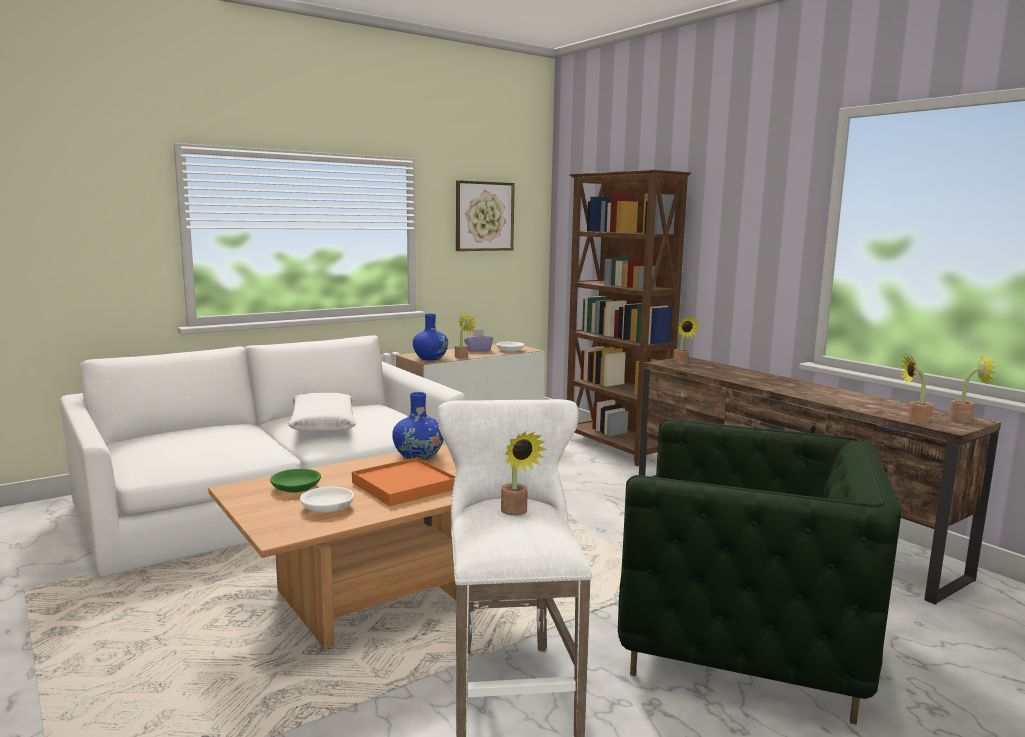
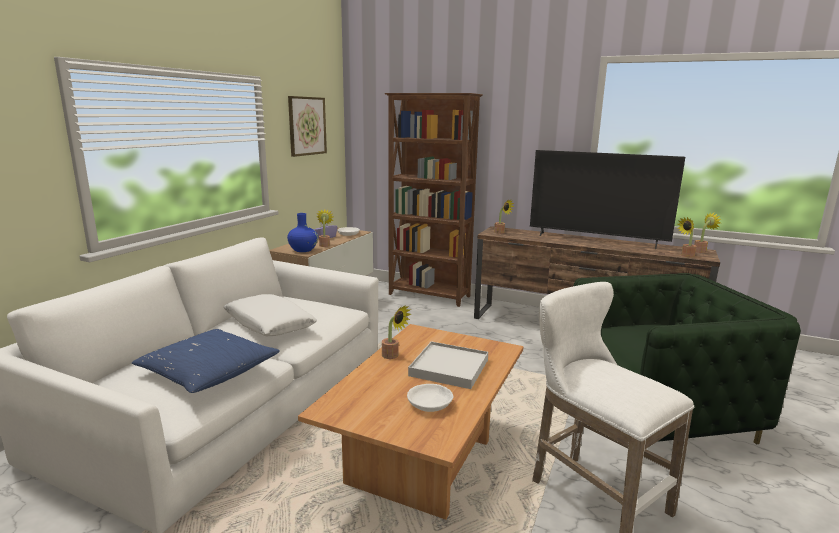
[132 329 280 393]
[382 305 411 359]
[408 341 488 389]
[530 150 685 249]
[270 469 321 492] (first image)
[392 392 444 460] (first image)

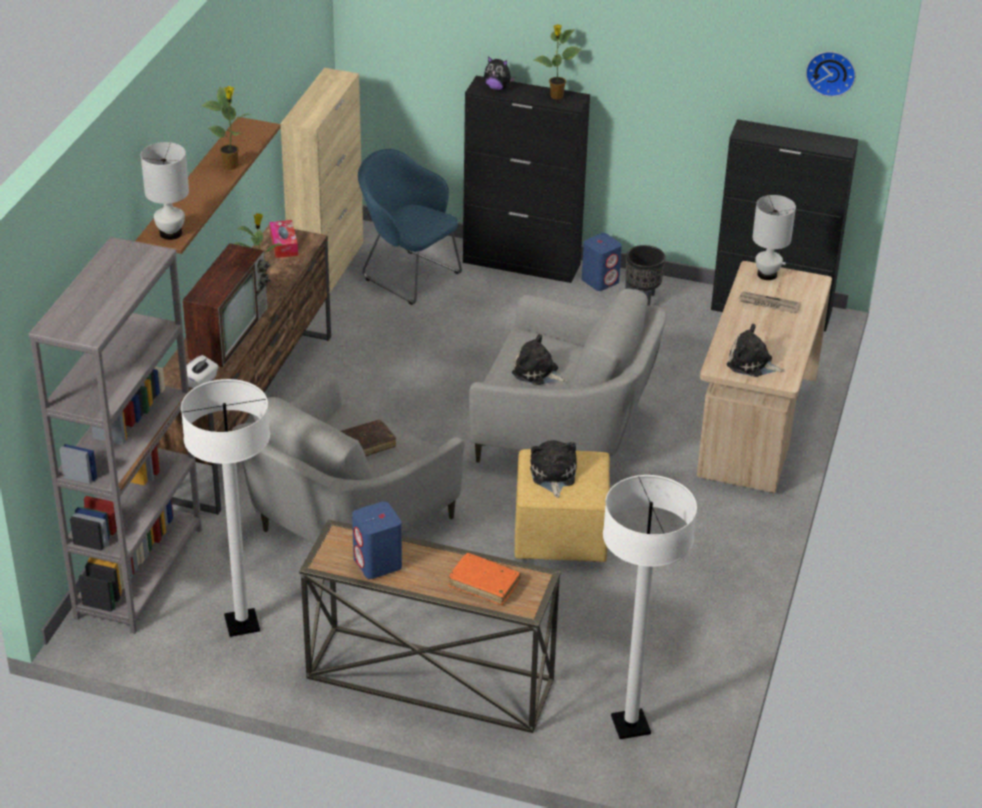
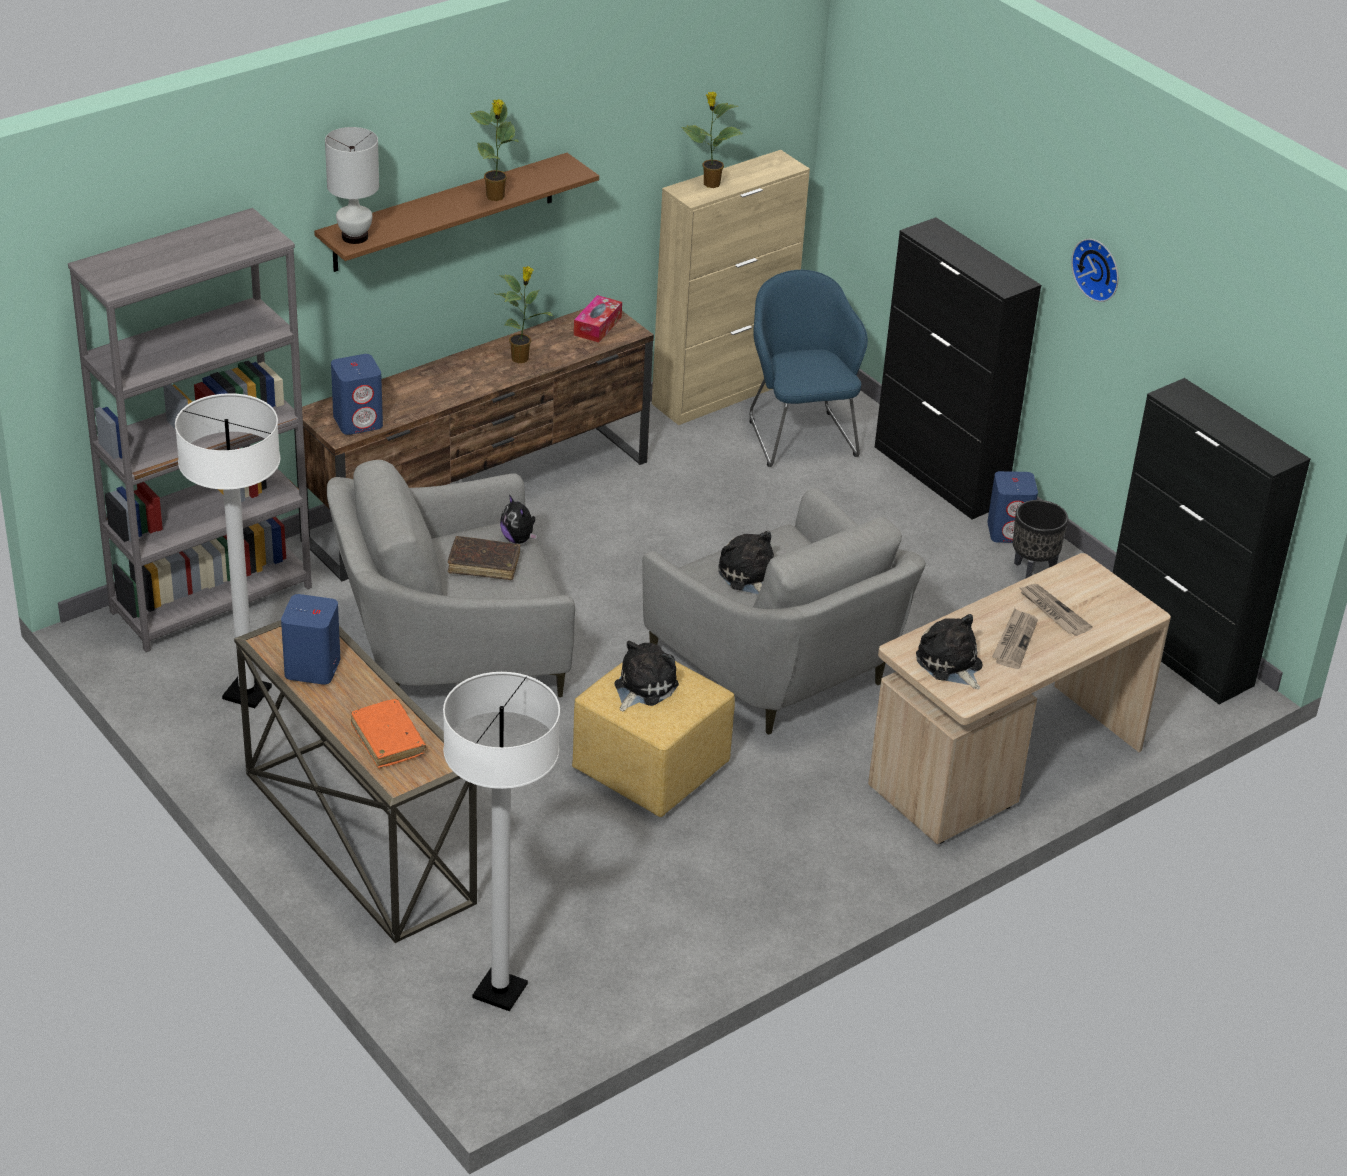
[331 354 383 435]
[500 494 537 544]
[681 92 744 188]
[992 608 1038 669]
[1071 239 1119 302]
[182 243 271 367] (first image)
[752 195 796 280] (first image)

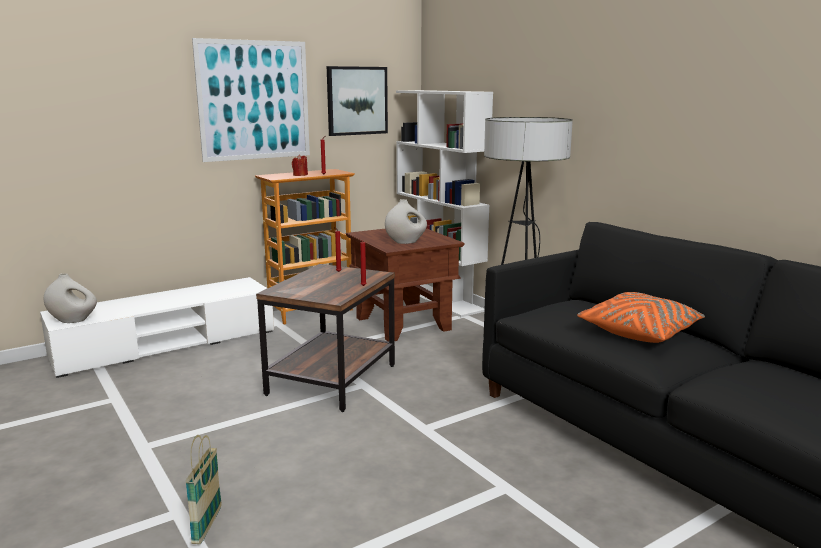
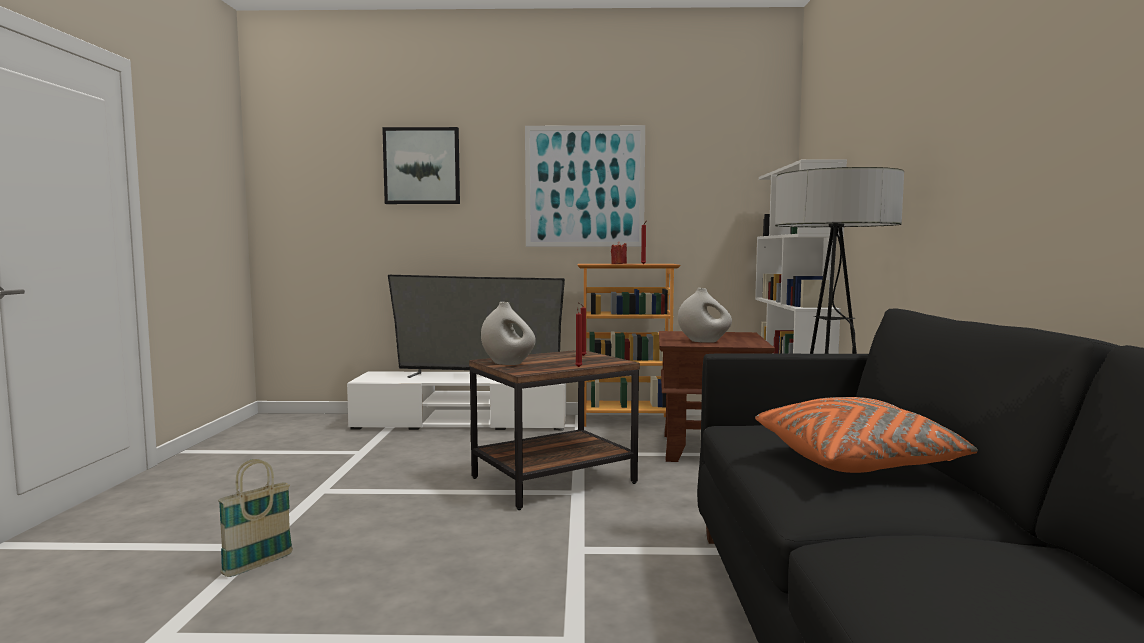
[382 127 460 204]
[388 275 565 378]
[481 302 536 365]

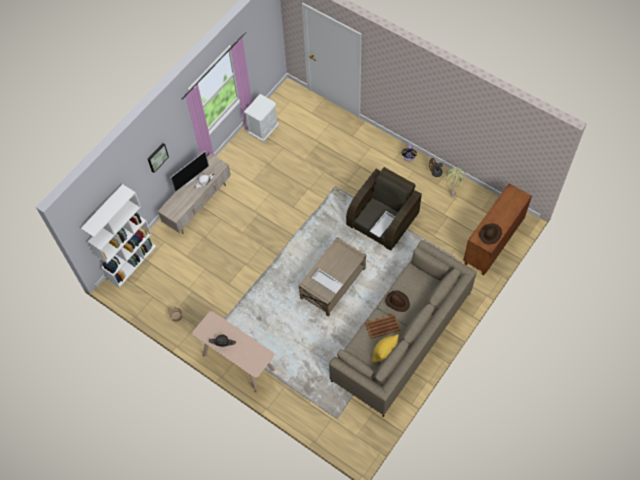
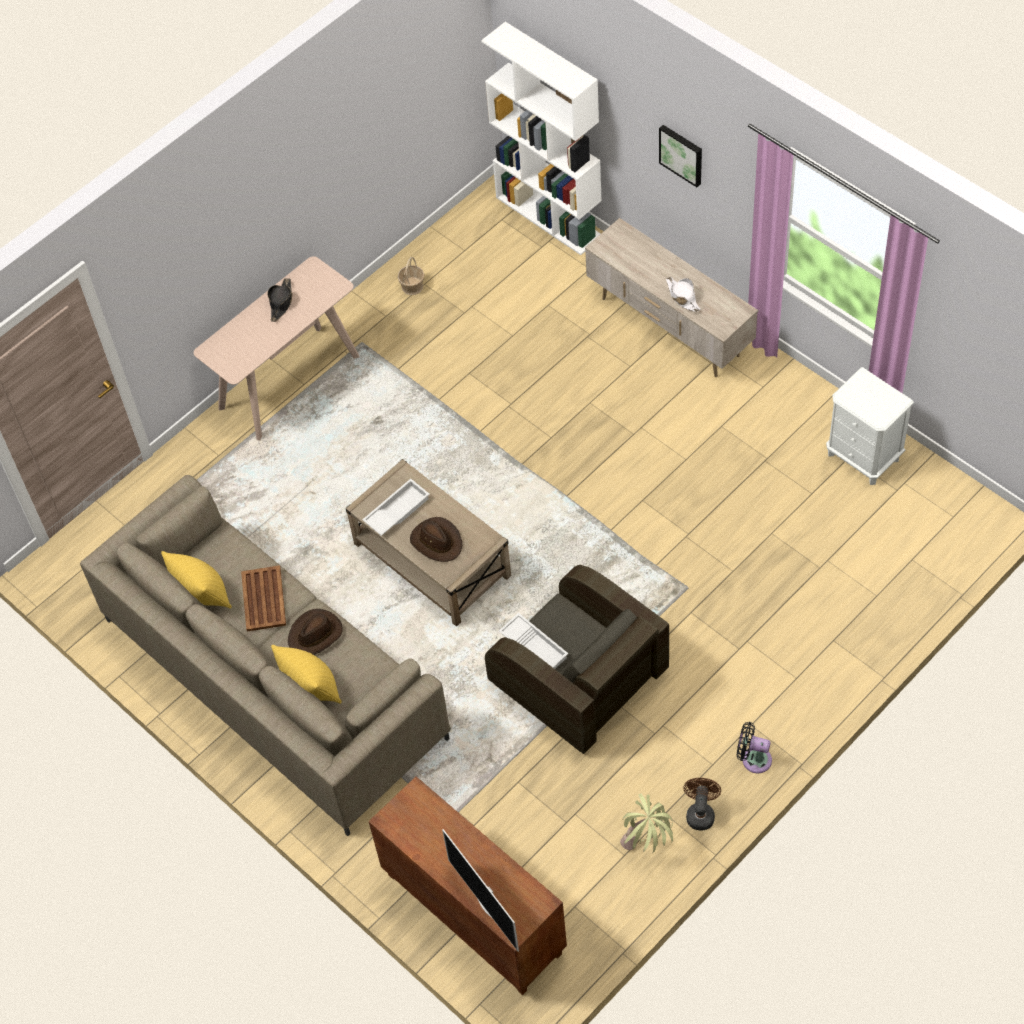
[271 645 342 704]
[410 517 462 562]
[442 829 519 952]

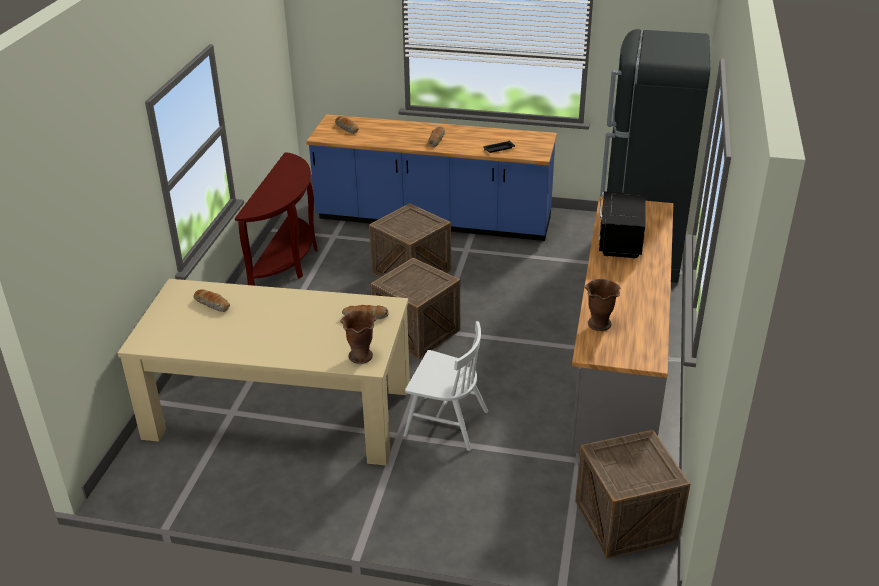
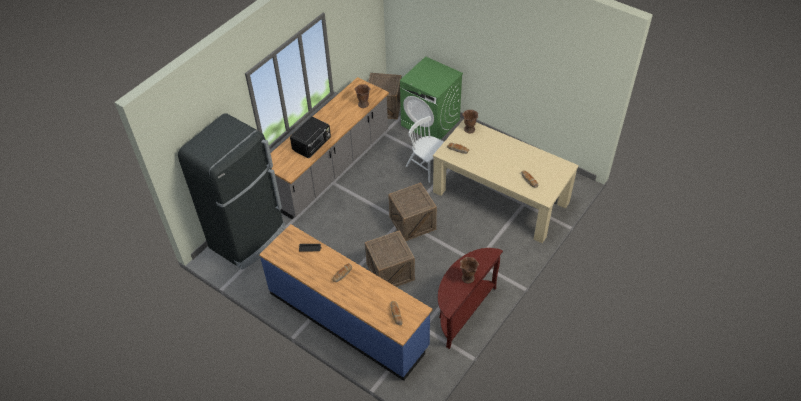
[400 56 463 140]
[460 257 479 283]

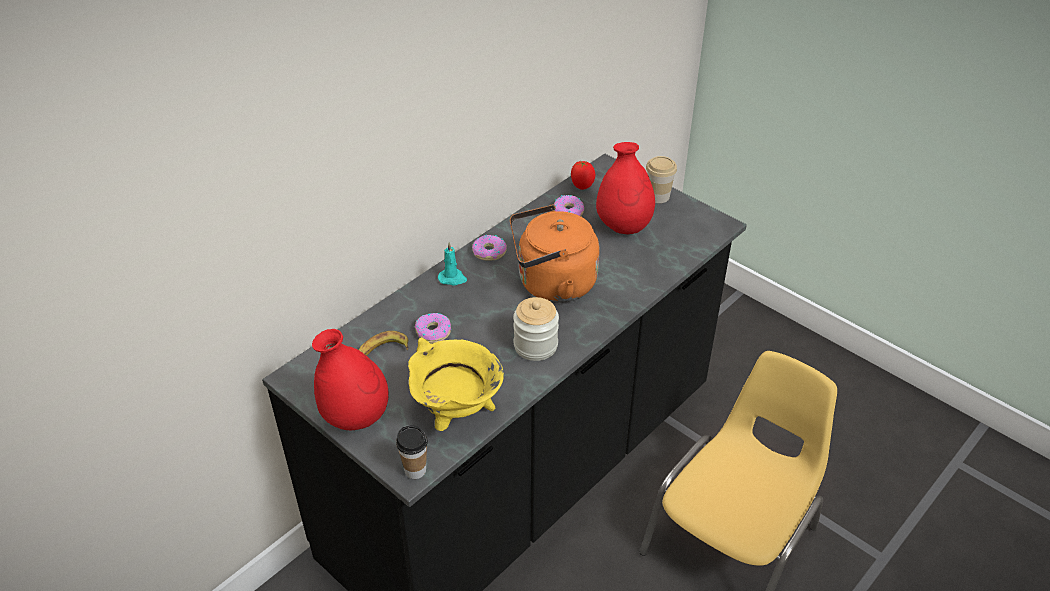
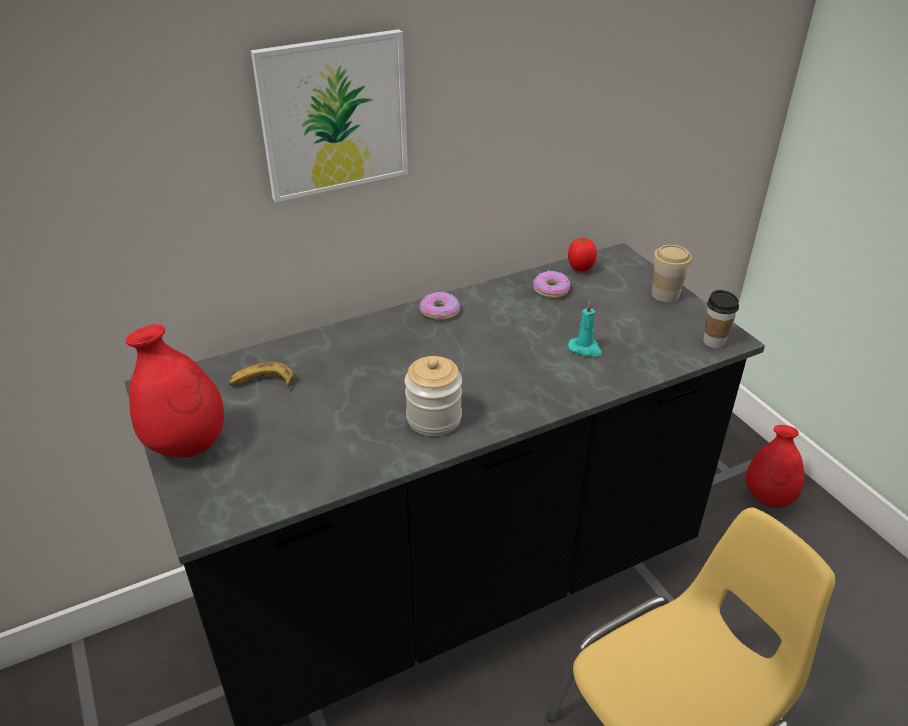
[251 29 408 202]
[568 301 602 356]
[703 290 739 348]
[746 425 805 508]
[408 338 504 431] (first image)
[415 313 451 343] (first image)
[510 205 600 303] (first image)

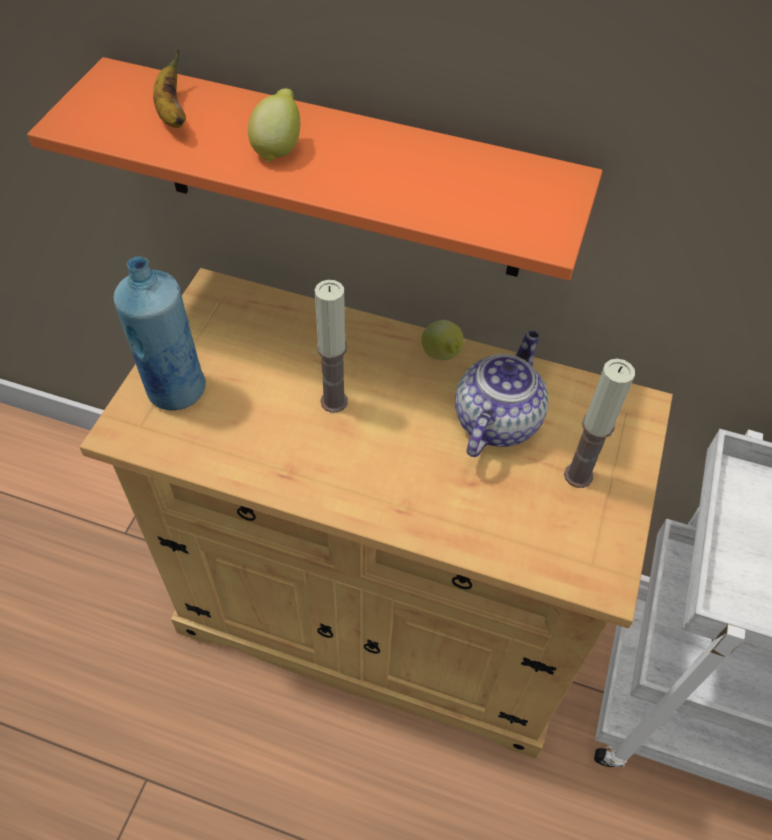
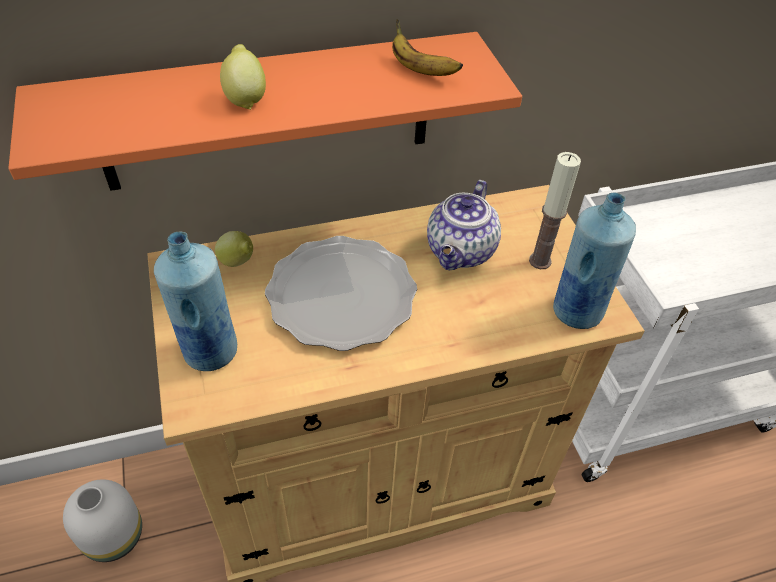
[63 479 142 562]
[215 231 253 267]
[265 236 417 351]
[392 20 463 76]
[427 180 501 270]
[553 193 636 329]

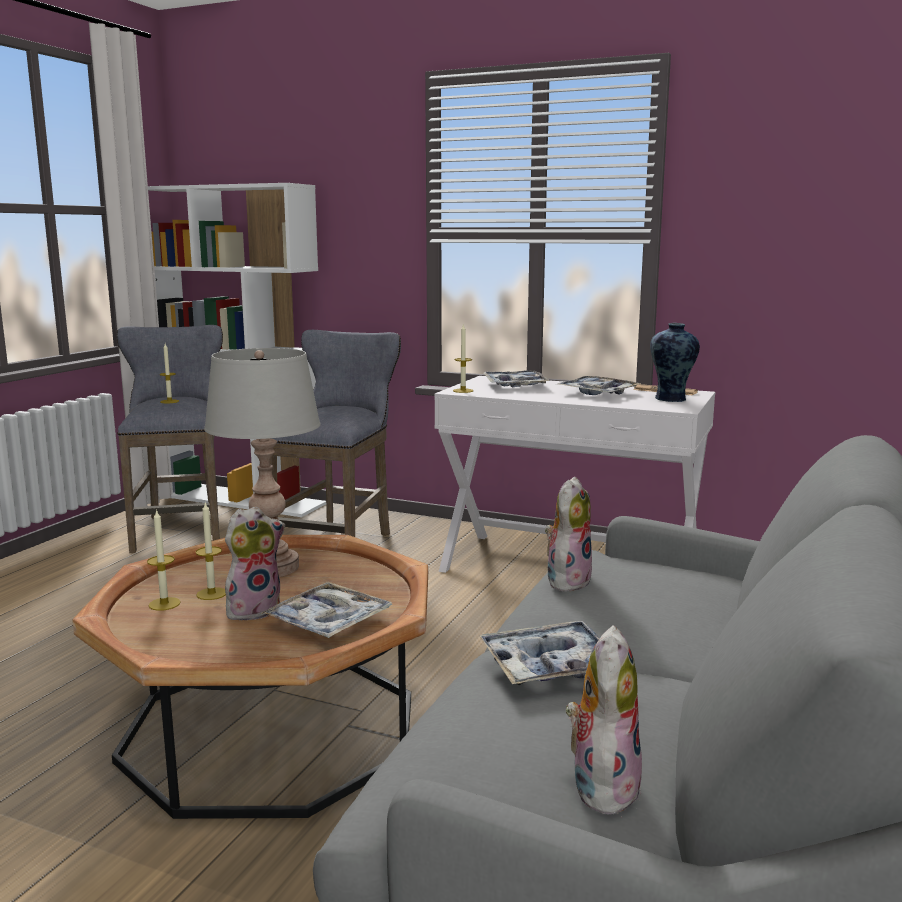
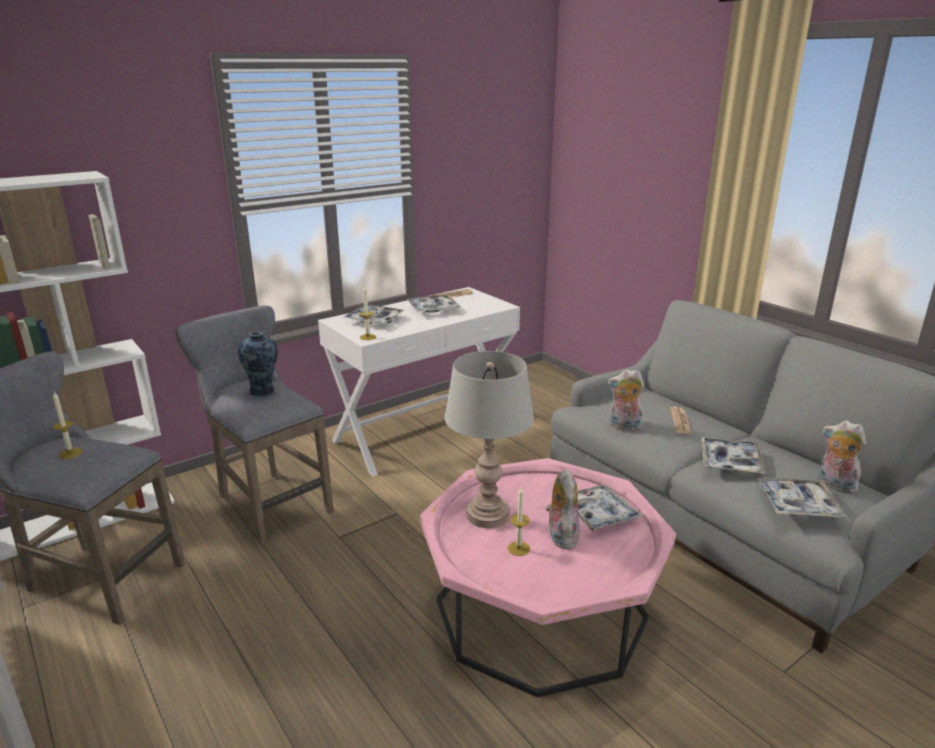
[238 331 278 396]
[420 458 676 697]
[608 369 644 430]
[670 406 692 434]
[757 478 846 517]
[147 509 181 611] (first image)

